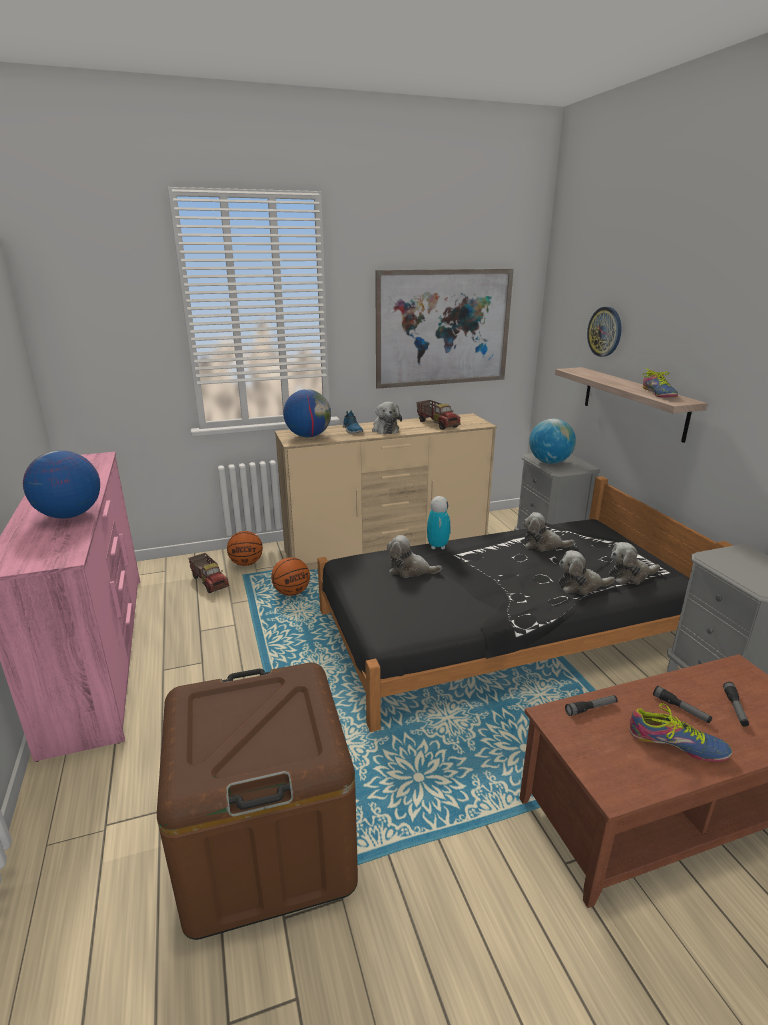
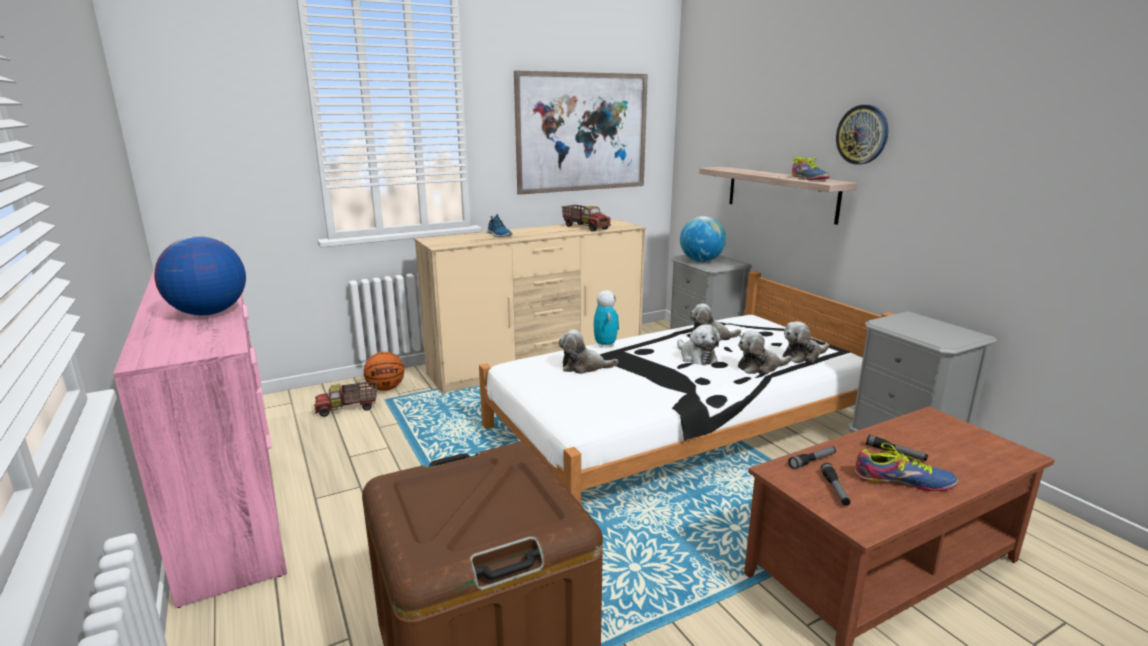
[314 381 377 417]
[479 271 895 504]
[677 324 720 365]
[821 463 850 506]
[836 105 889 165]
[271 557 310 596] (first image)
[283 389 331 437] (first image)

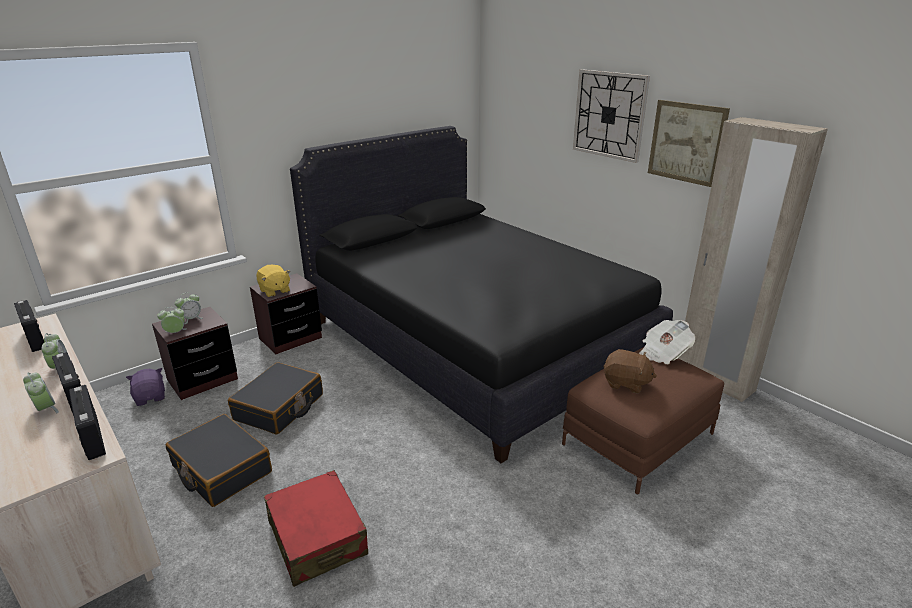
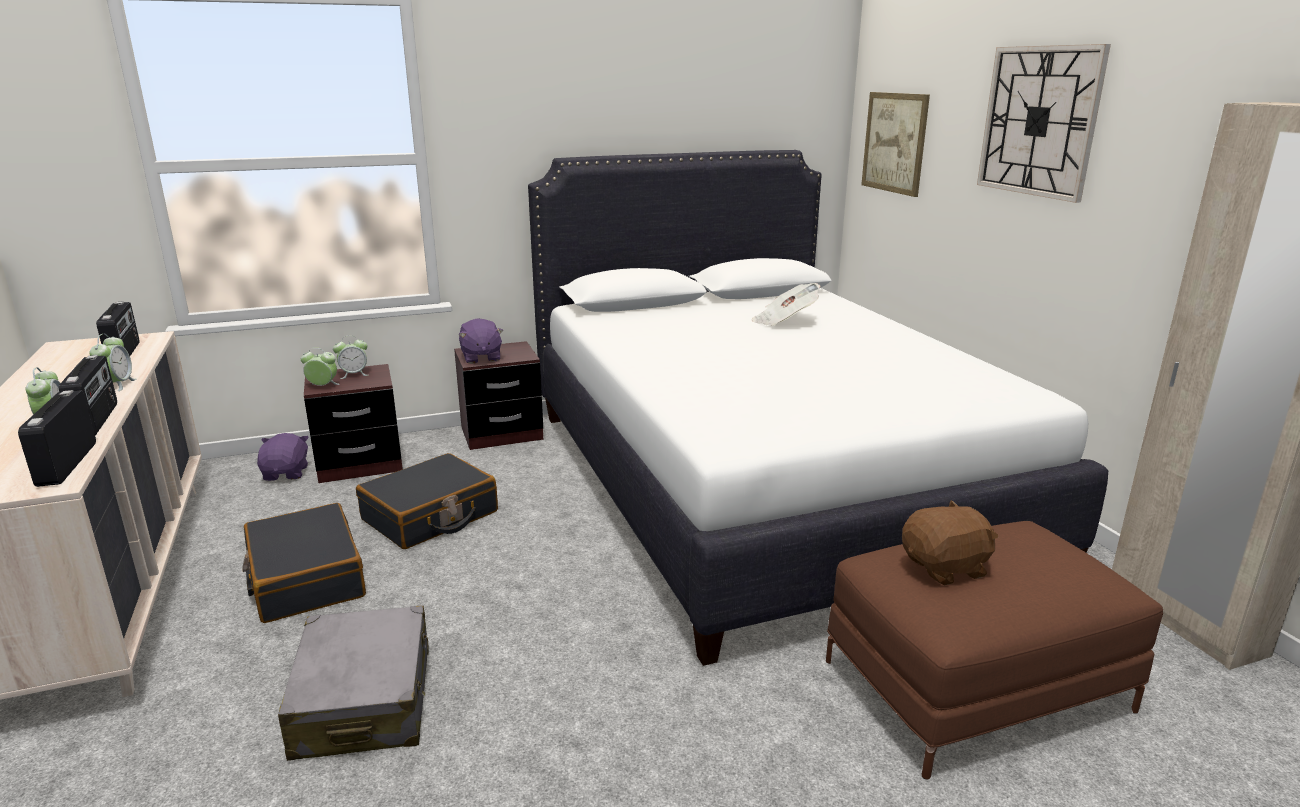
[278 605 429 761]
[459 318 503 364]
[528 150 1108 666]
[752 283 821 326]
[861 92 930 197]
[902 500 998 586]

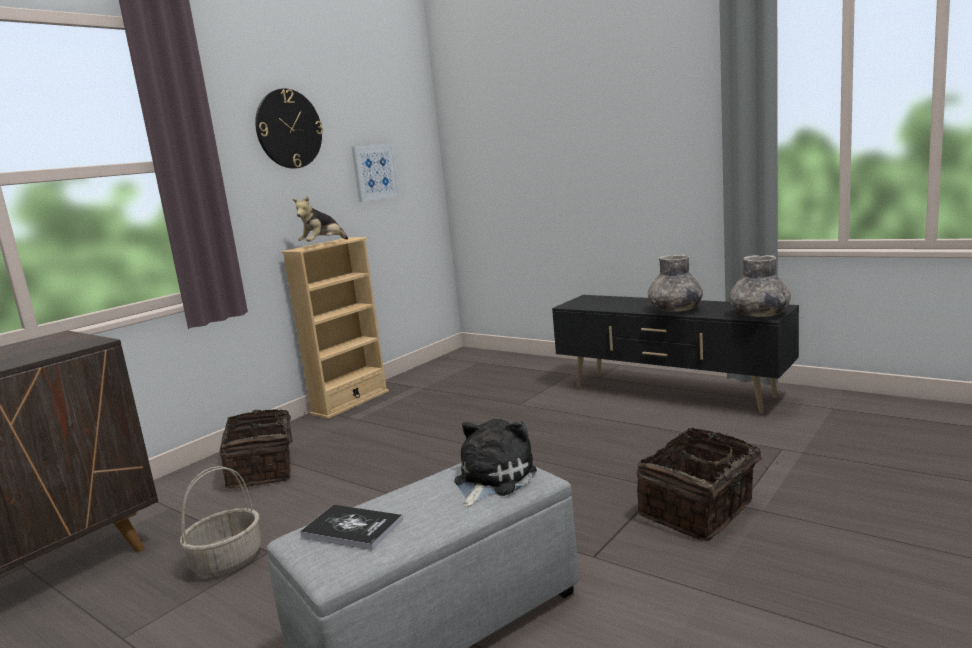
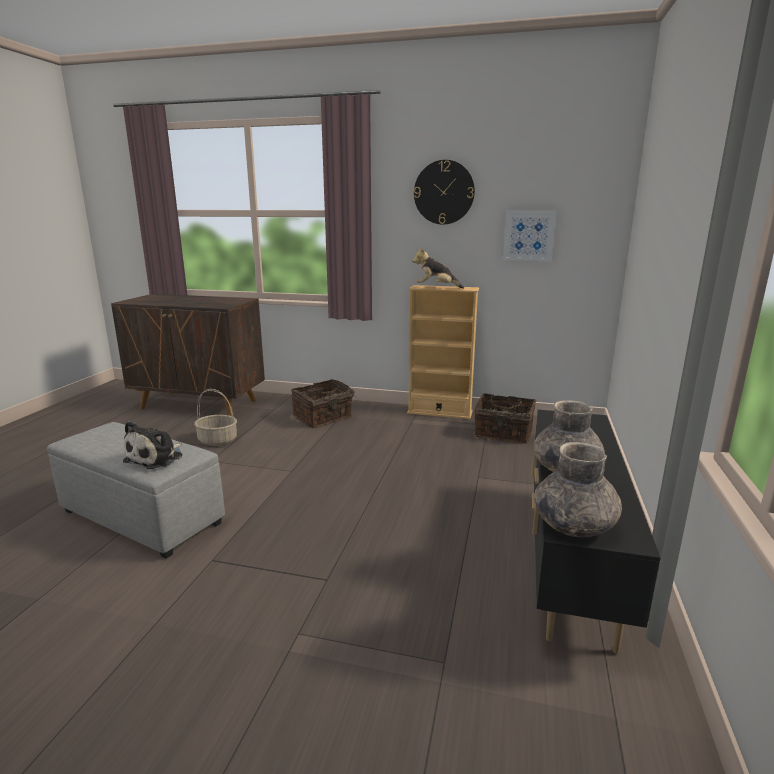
[123 421 183 469]
[475 393 536 444]
[300 505 403 550] (first image)

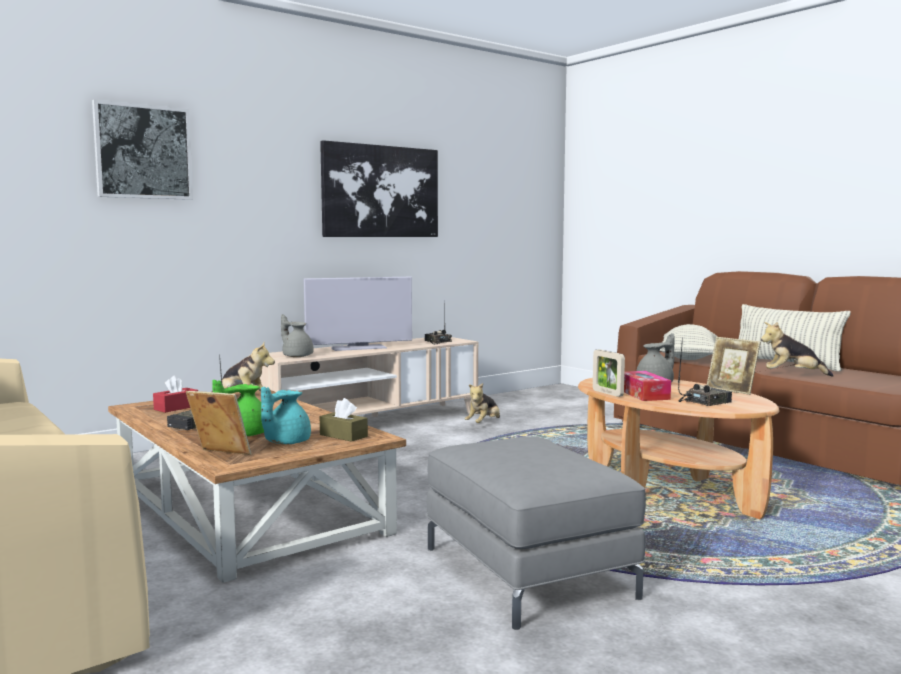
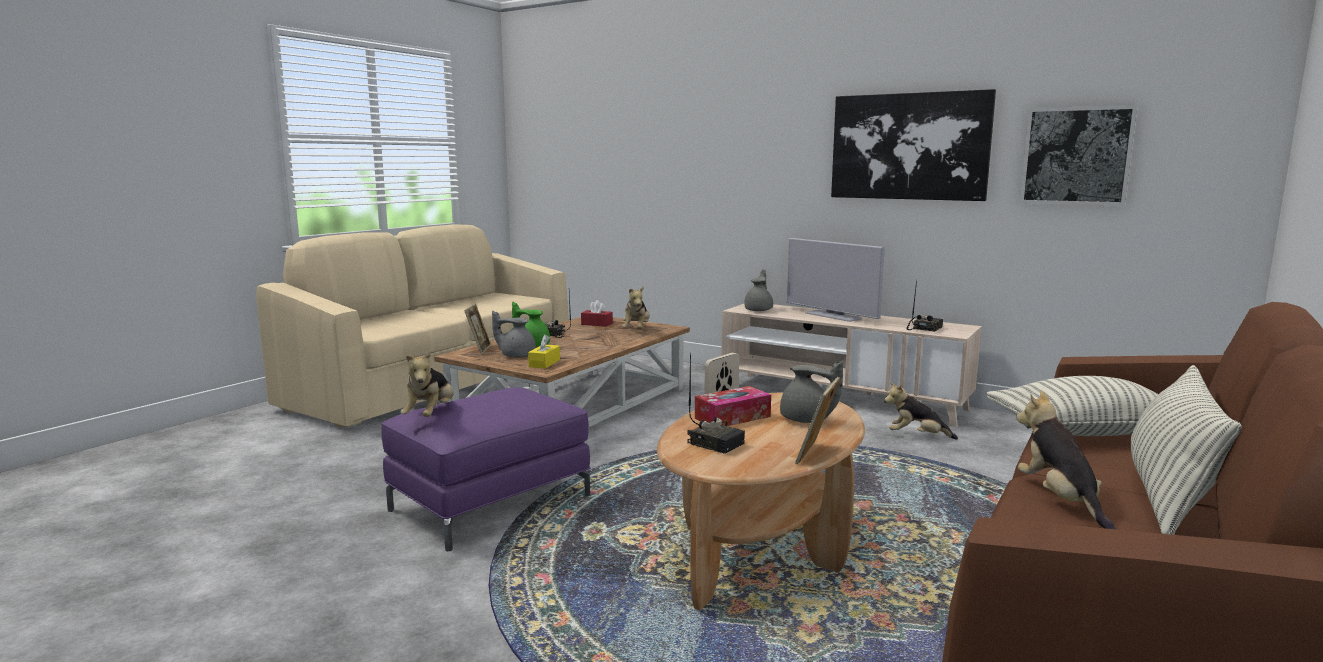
[382 387 590 551]
[401 350 454 417]
[492 311 536 358]
[528 334 560 369]
[1020 105 1138 206]

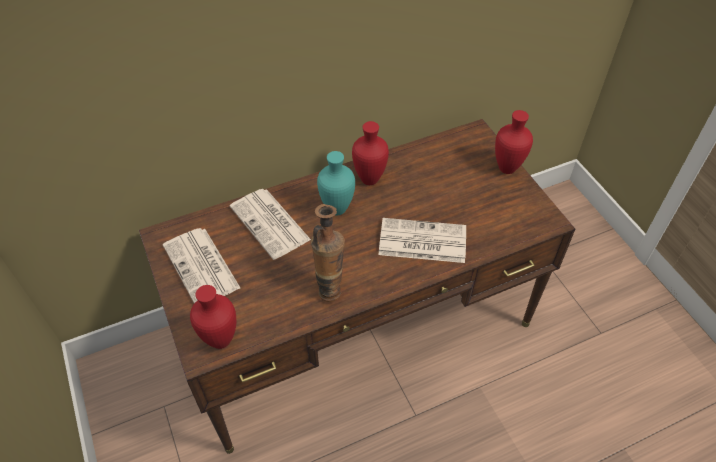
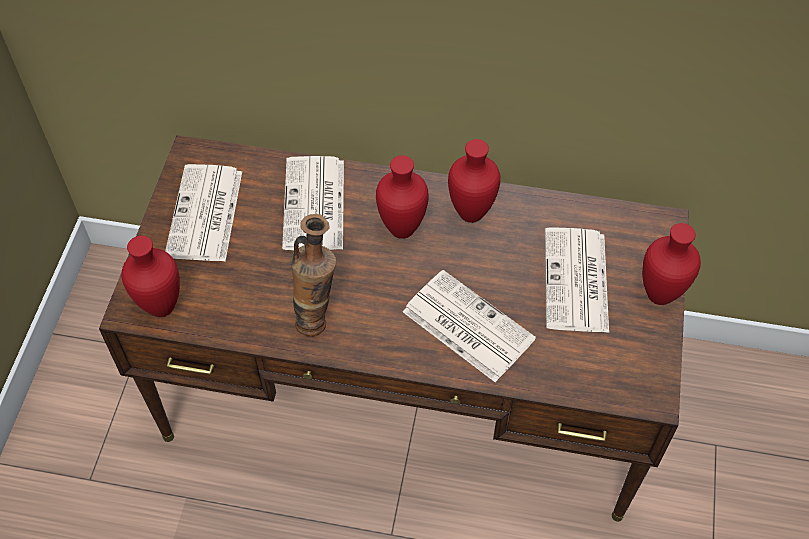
[376 155 429 239]
[545 227 609 333]

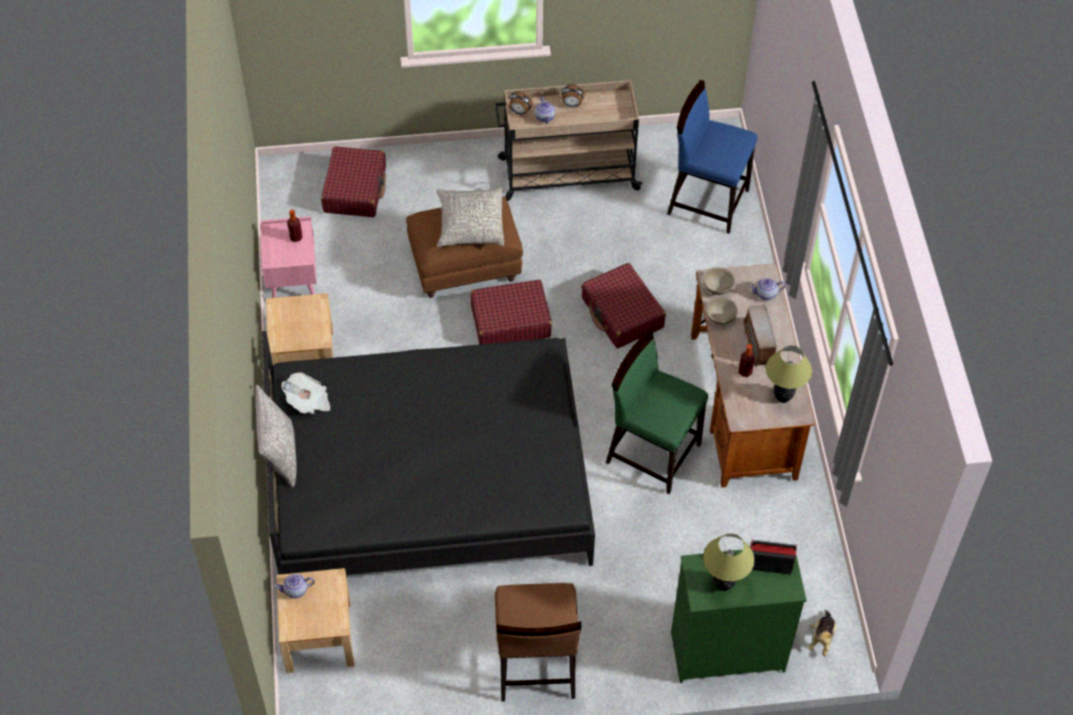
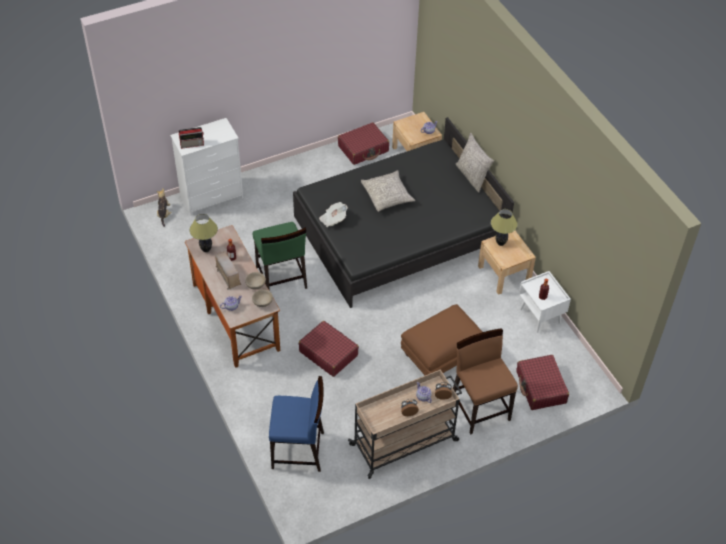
[170 118 243 215]
[253 222 307 291]
[319 202 348 227]
[338 122 389 165]
[361 170 415 212]
[453 328 518 435]
[491 209 518 246]
[519 271 571 333]

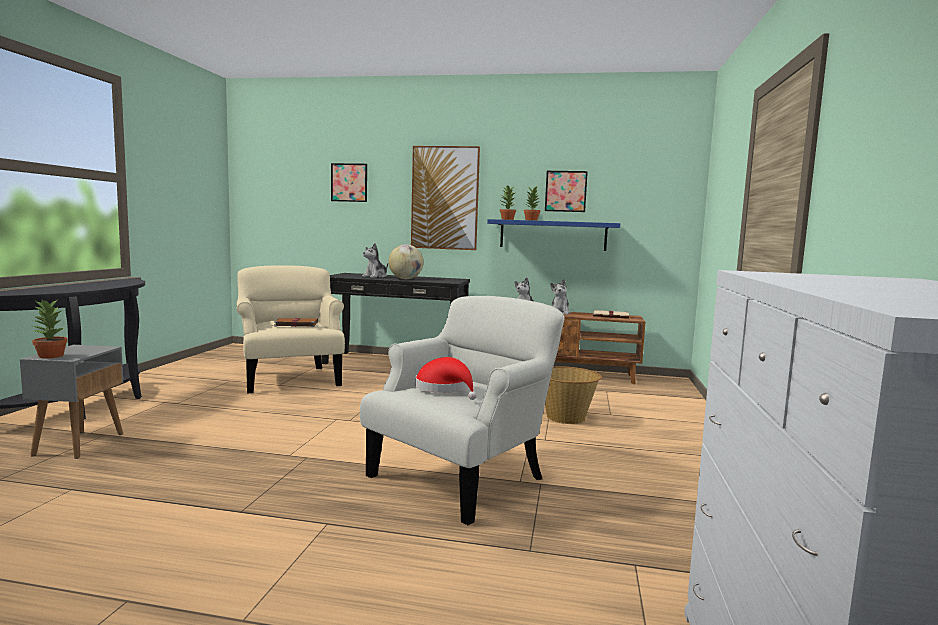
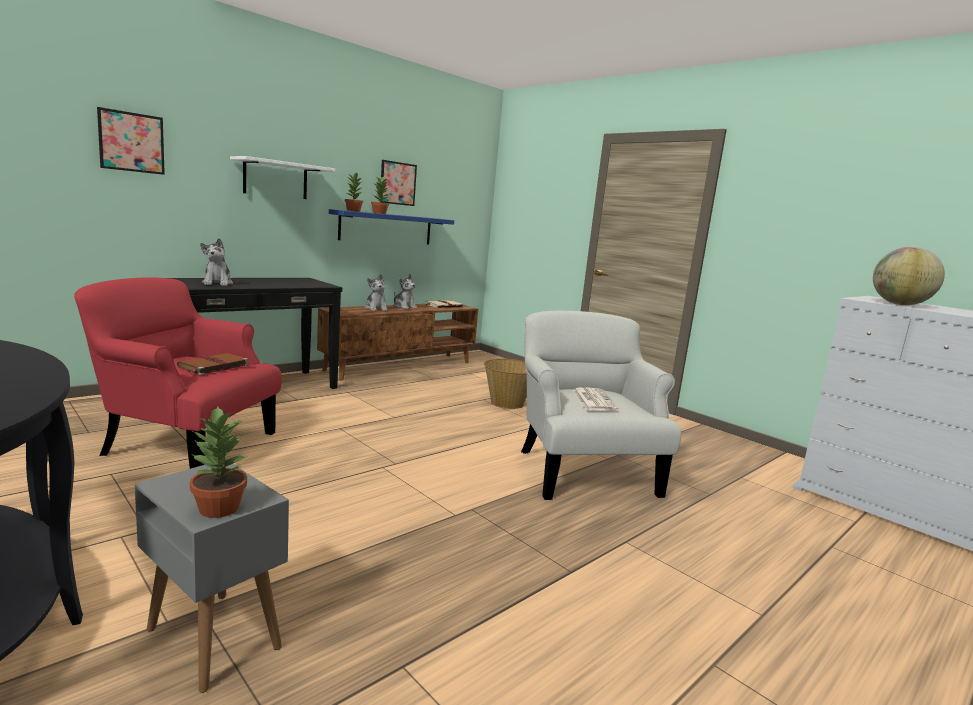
[74 277 282 469]
[230 156 335 199]
[573 387 619 411]
[873 247 945 305]

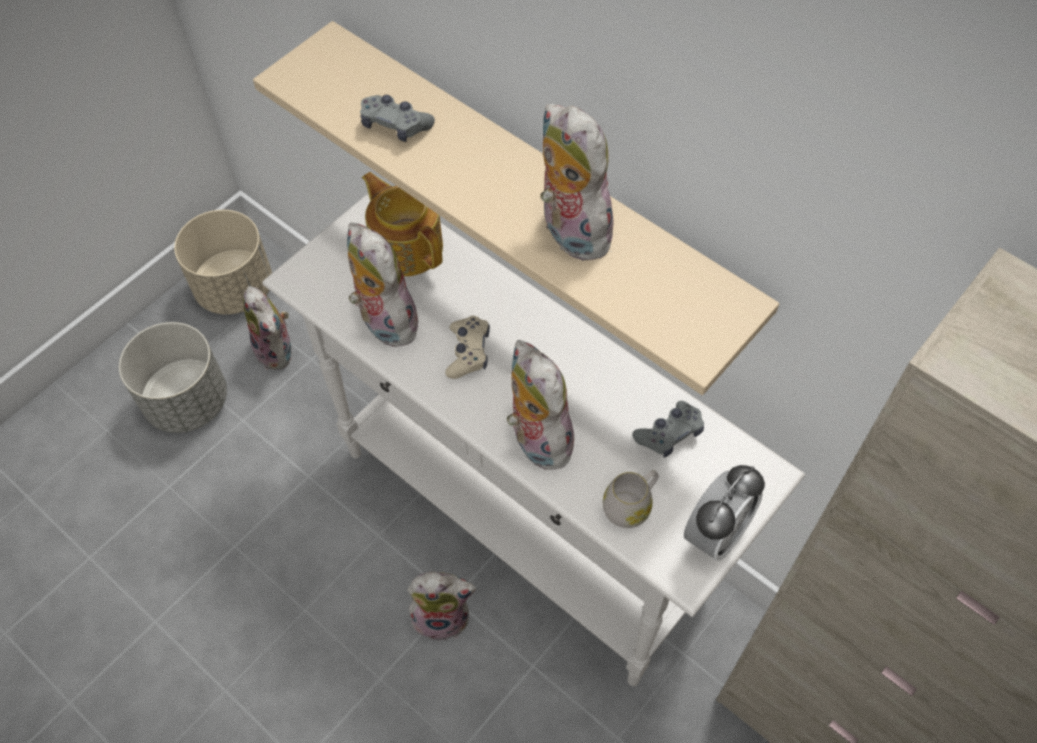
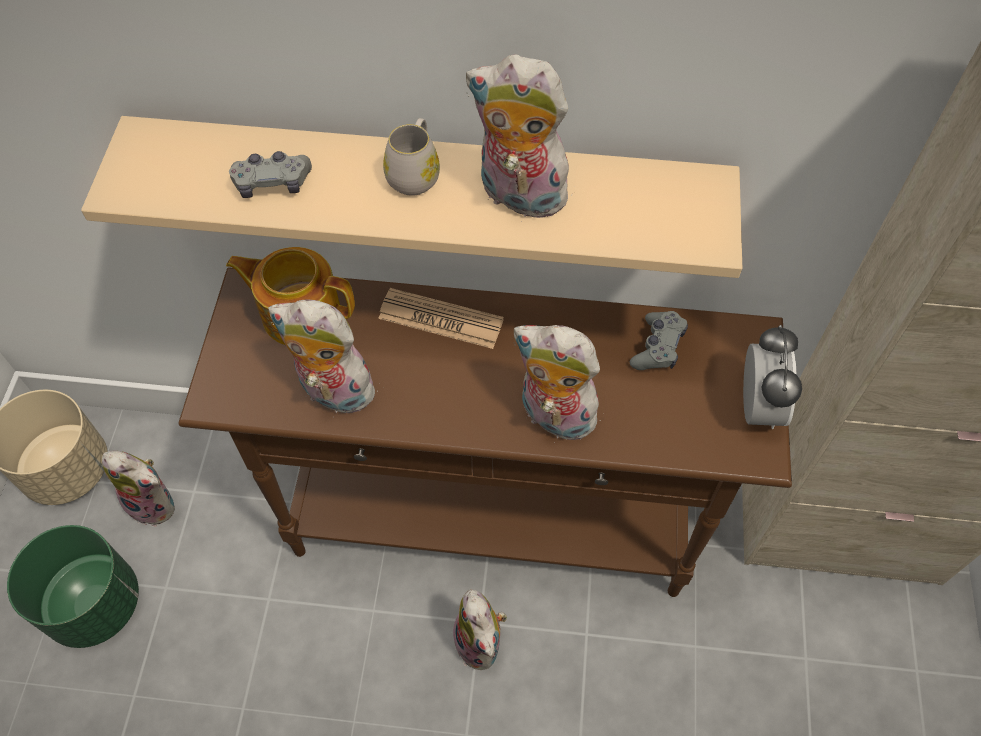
[7 525 139 648]
[179 268 792 597]
[378 288 504 349]
[383 118 440 196]
[453 590 507 670]
[445 316 490 379] (first image)

